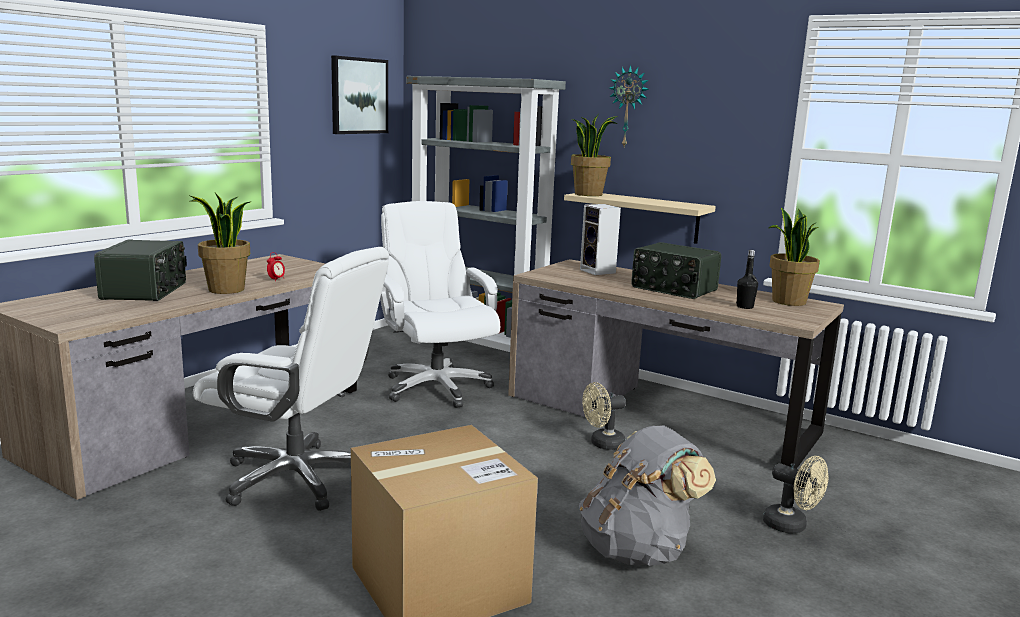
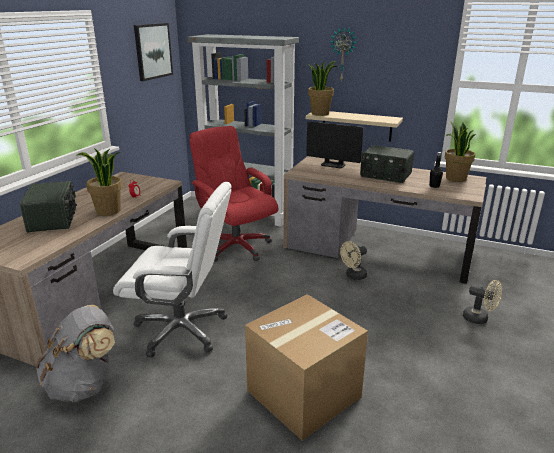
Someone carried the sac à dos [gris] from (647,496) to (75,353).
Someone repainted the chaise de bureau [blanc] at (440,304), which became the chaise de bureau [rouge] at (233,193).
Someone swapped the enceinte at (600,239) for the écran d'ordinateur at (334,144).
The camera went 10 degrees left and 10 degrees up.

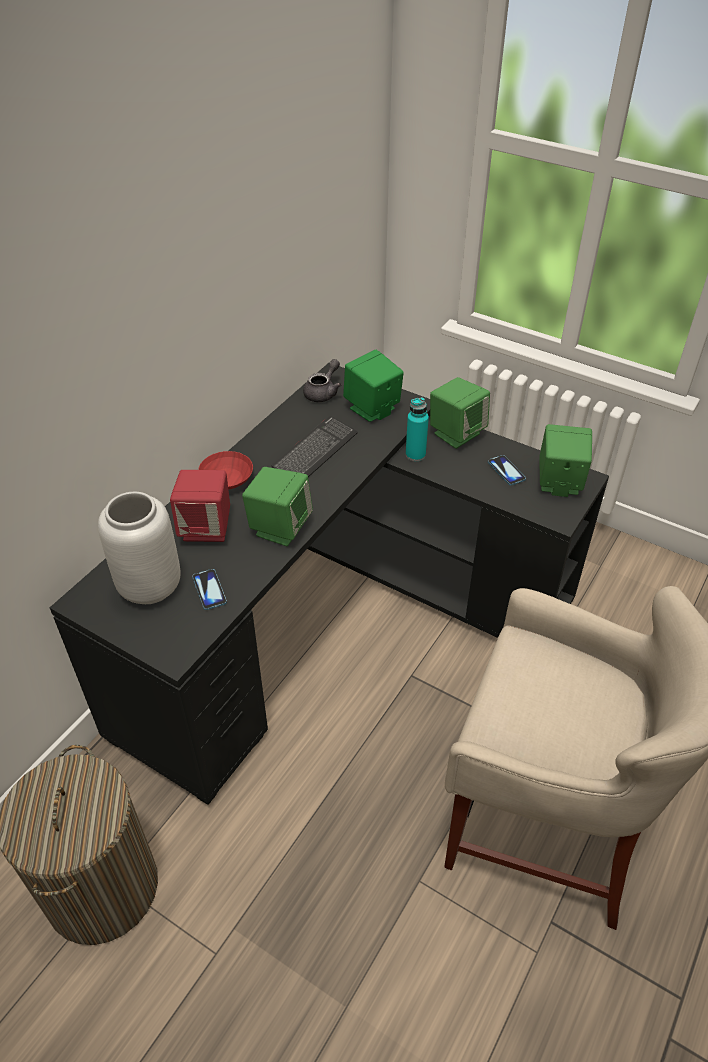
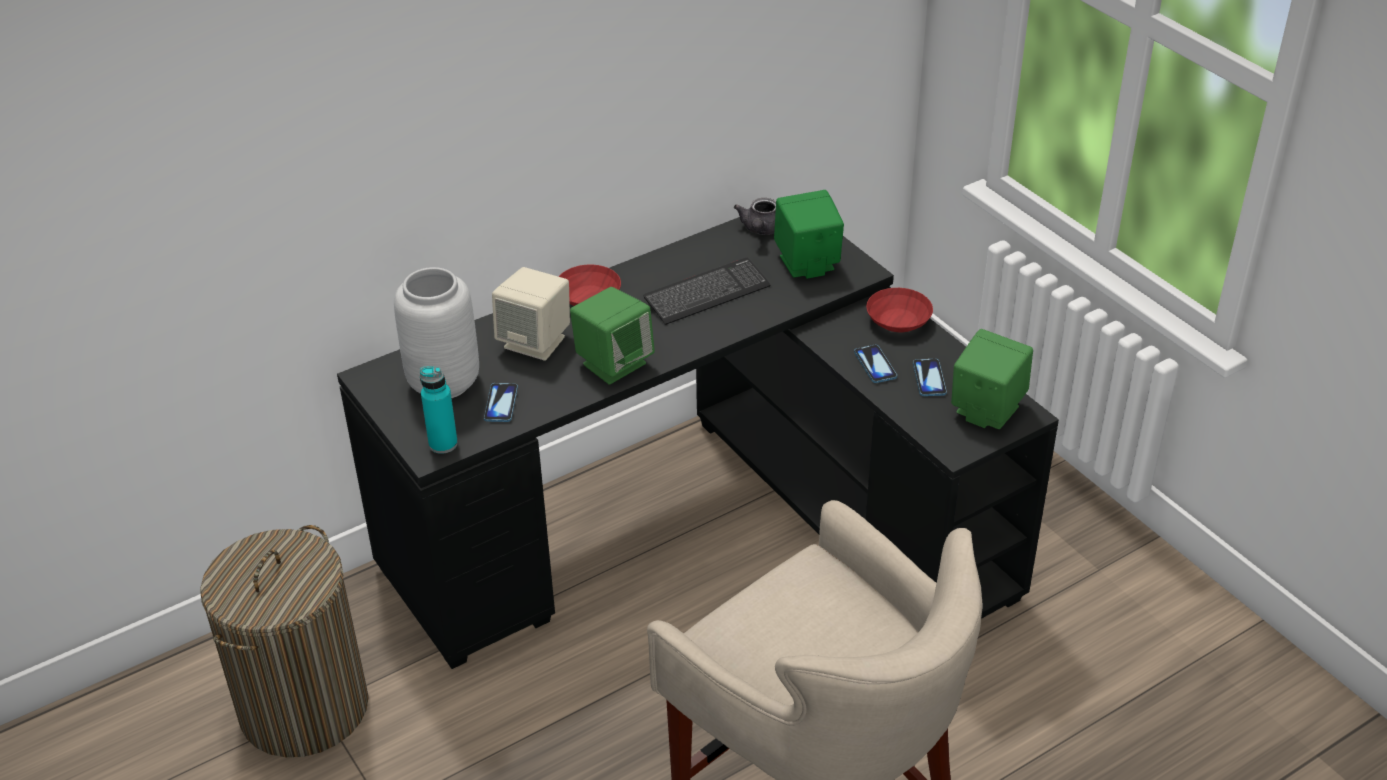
Someone carried the bouteille [turquoise] from (417,429) to (439,410).
Someone repainted the enceinte [rouge] at (200,506), which became the enceinte [beige] at (531,314).
Someone rotated the théière [gris] at (322,380) by 135 degrees clockwise.
Someone put down the téléphone at (875,364).
Someone swapped the enceinte [vert] at (460,413) for the bol [rouge] at (899,310).
The camera went 25 degrees right and 5 degrees down.

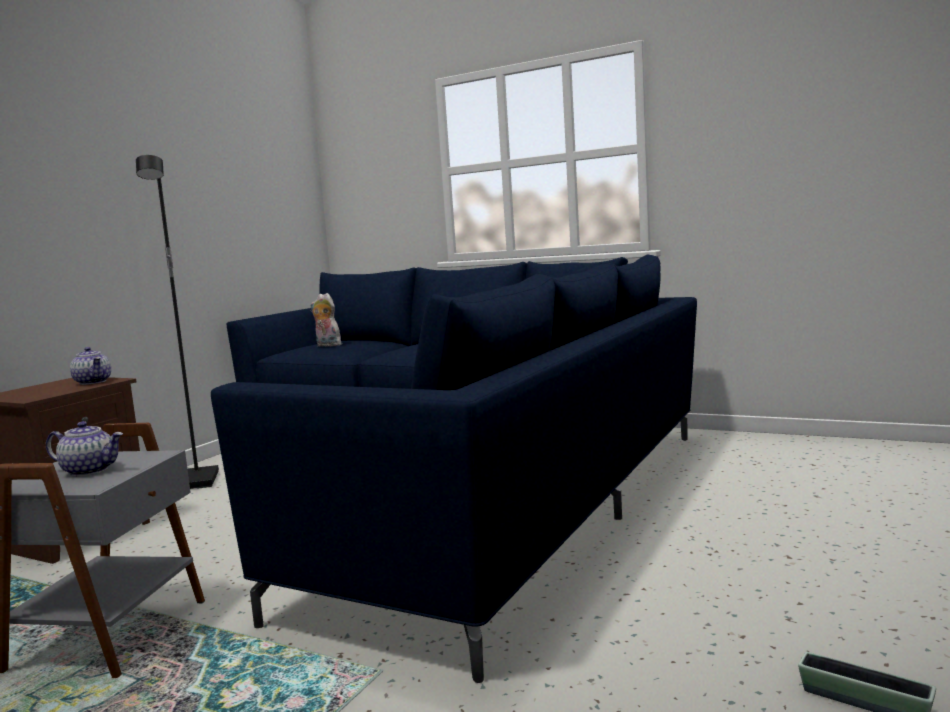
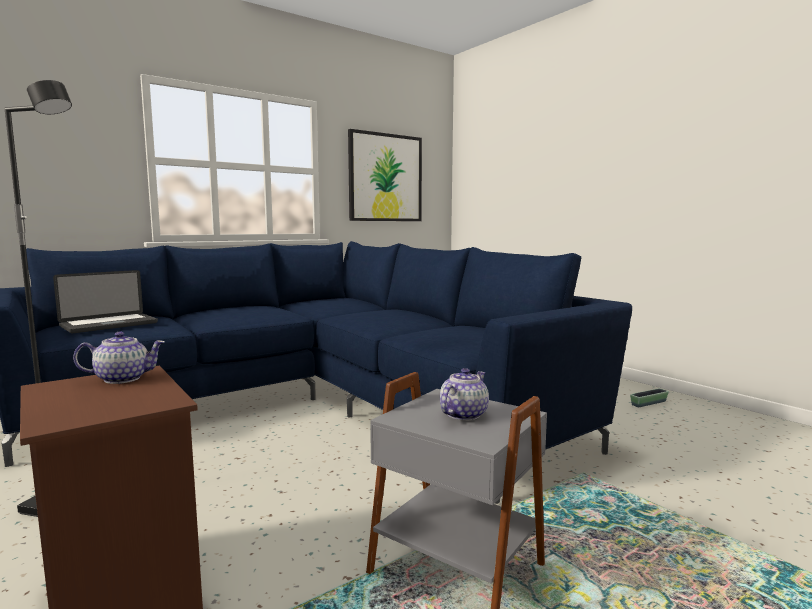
Someone swapped the peluche at (326,320) for the ordinateur portable at (105,301).
Someone put up the tableau at (385,175).
The camera went 65 degrees left and 0 degrees up.

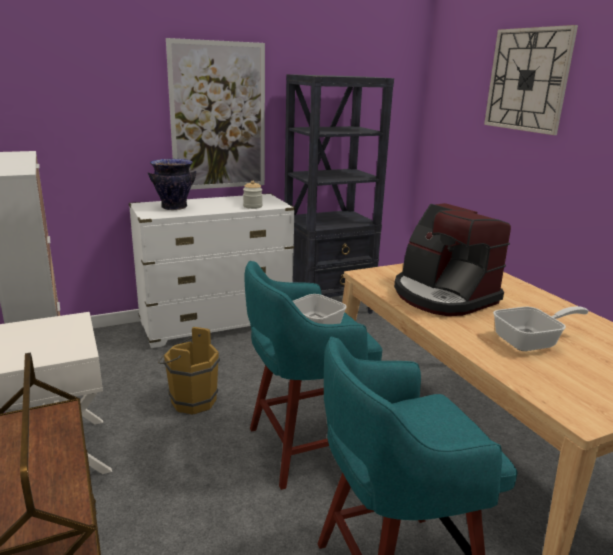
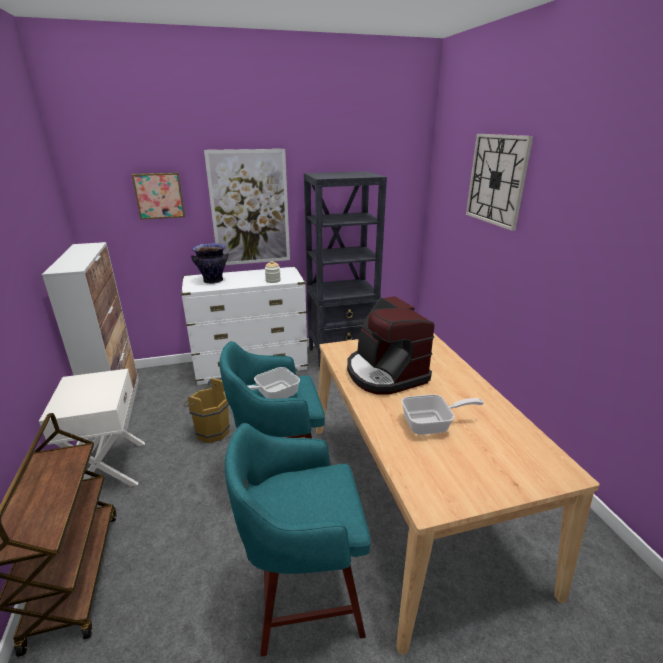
Someone put up the tableau at (158,196).
The camera went 10 degrees right and 5 degrees up.

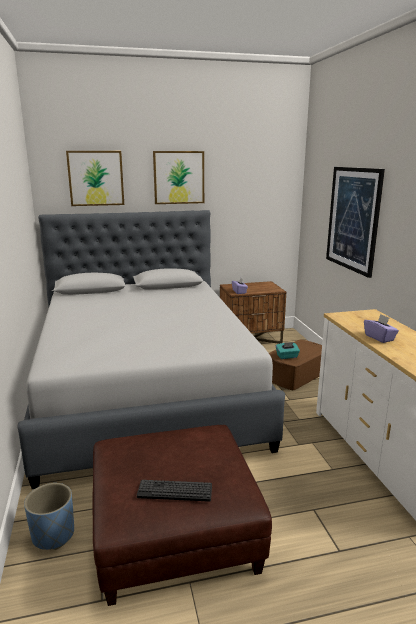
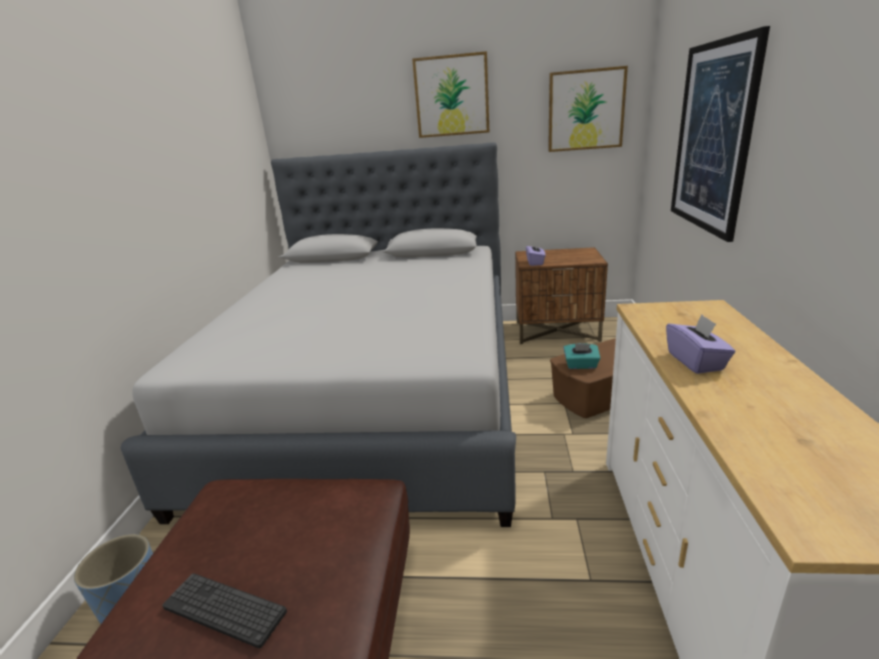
Someone carried the tableau from (95,178) to (588,109).
The camera went 20 degrees right and 5 degrees up.

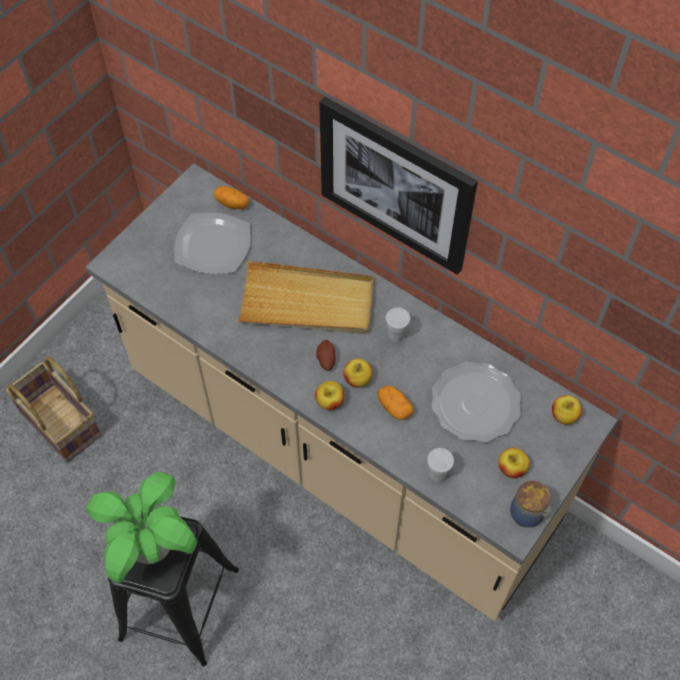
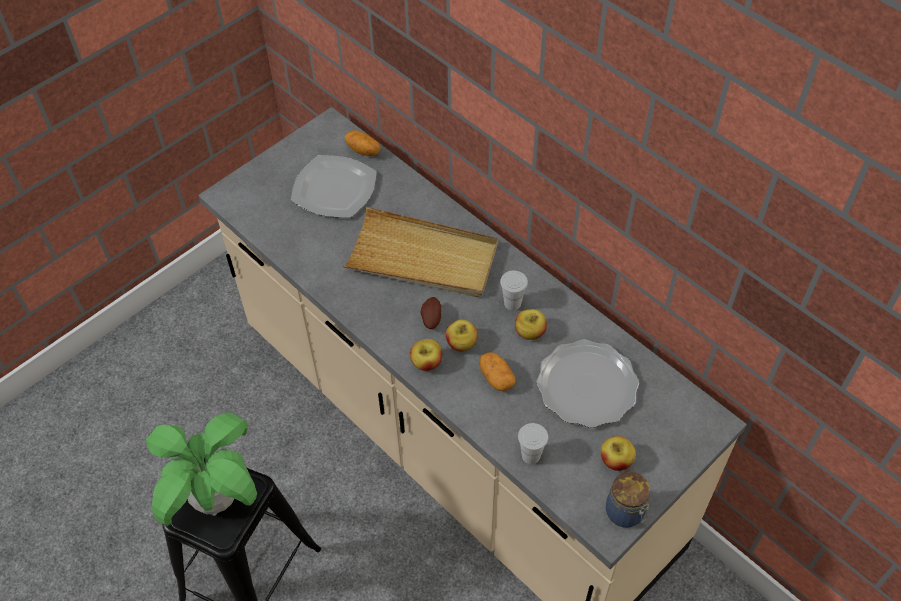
Someone carried the pomme from (567,409) to (531,324).
Someone took away the panier at (53,409).
Someone took away the tableau at (398,186).
The camera went 10 degrees right and 5 degrees down.

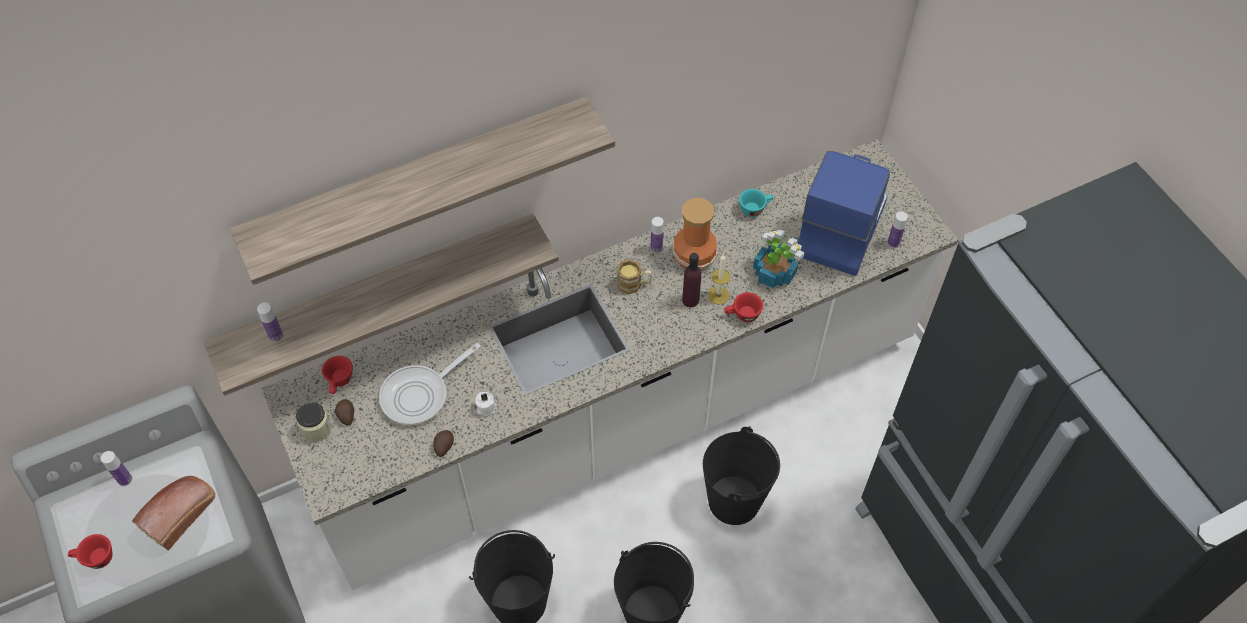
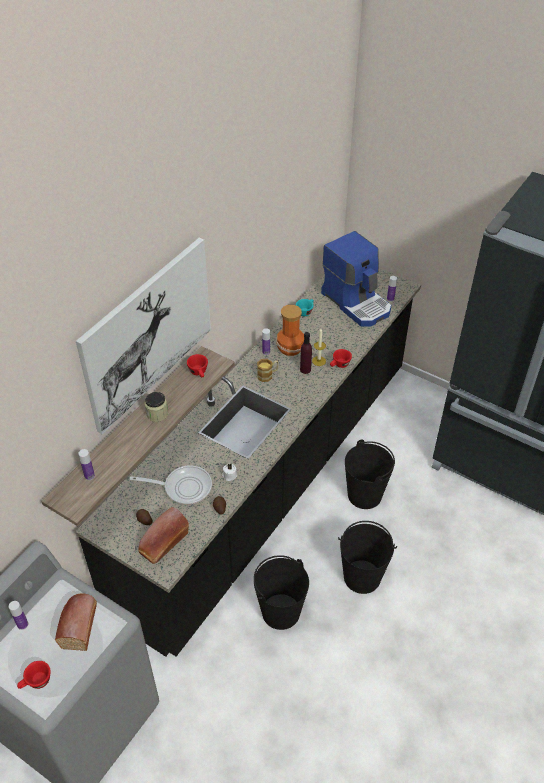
Someone repainted the comptoir de cuisine [blanc] at (609,365), which became the comptoir de cuisine [noir] at (248,463).
Someone swapped the étagère at (422,191) for the tableau at (143,336).
Someone rotated the poêle at (430,384) by 105 degrees counterclockwise.
Someone put down the pain at (163,535).
Someone carried the bocal from (314,422) to (156,407).
Someone carried the tasse [rouge] from (337,375) to (197,365).
Someone rotated the machine à café at (844,213) by 150 degrees clockwise.
Someone took away the plante en pot at (779,258).
The camera went 30 degrees left and 10 degrees down.

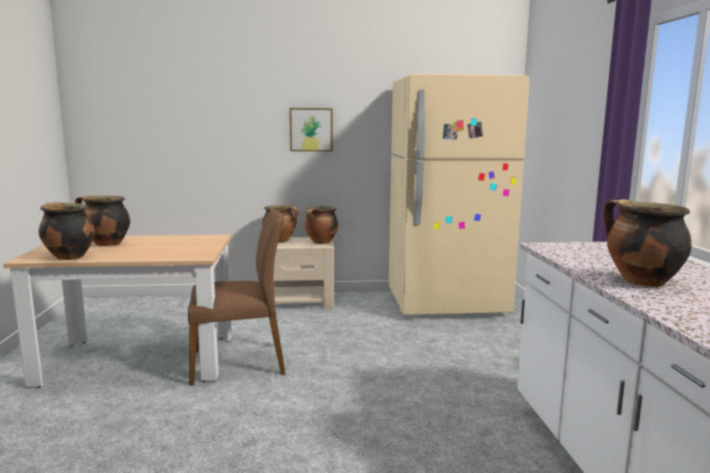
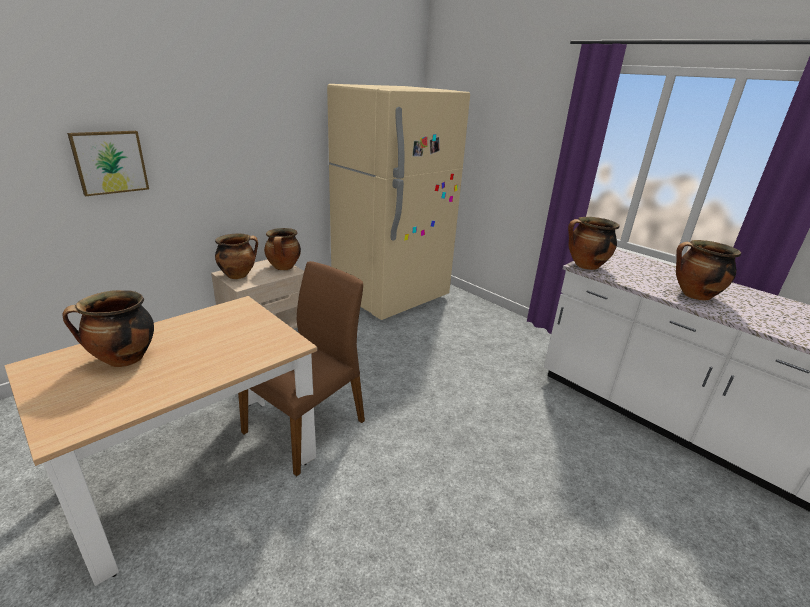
Someone carried the tableau from (311,129) to (108,163).
Someone carried the marmite from (67,231) to (593,243).
The camera went 40 degrees left and 15 degrees up.

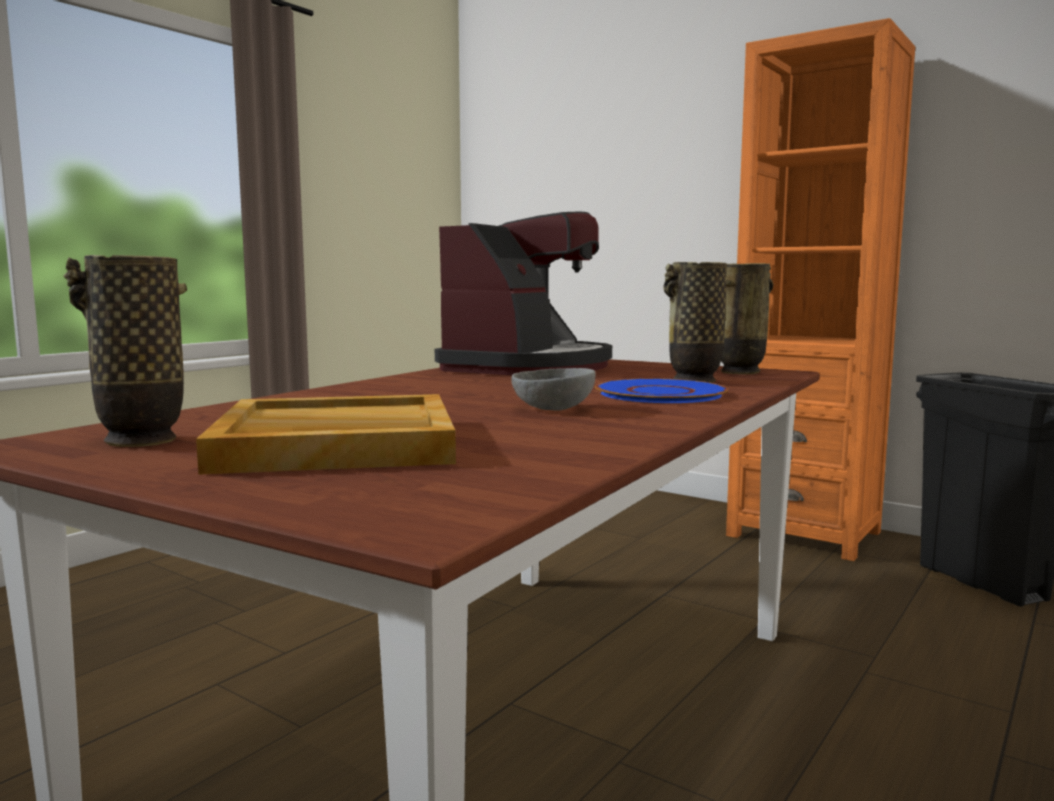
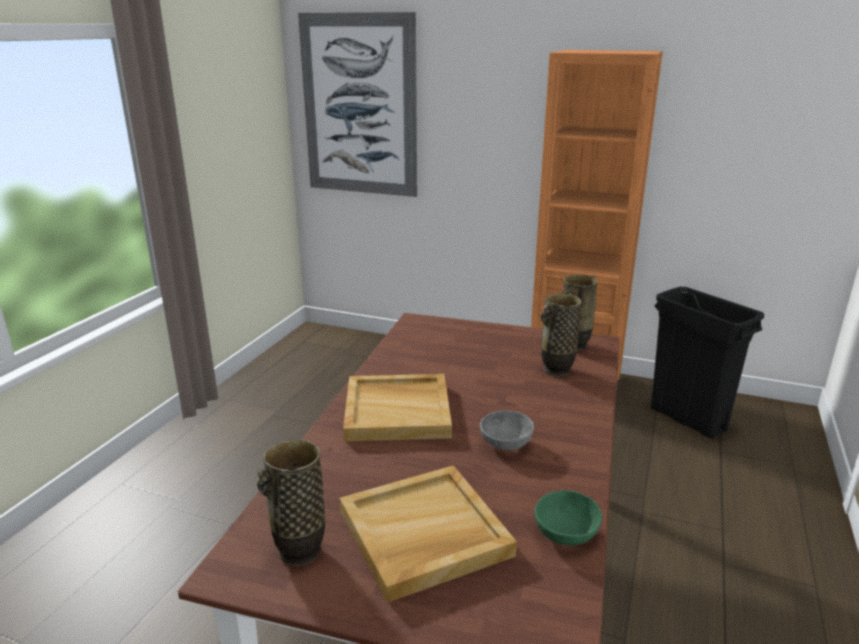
Someone put up the tableau at (357,104).
Someone put down the plateau [beige] at (397,408).
Someone put down the bol [vert] at (568,518).
Someone took away the machine à café at (523,293).
Someone took away the assiette [bleu] at (661,390).
The camera went 15 degrees left and 15 degrees up.

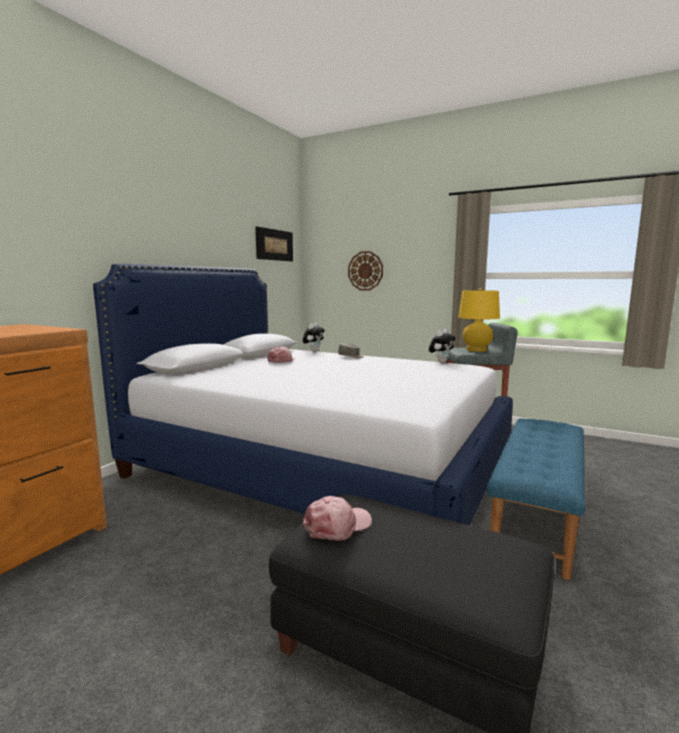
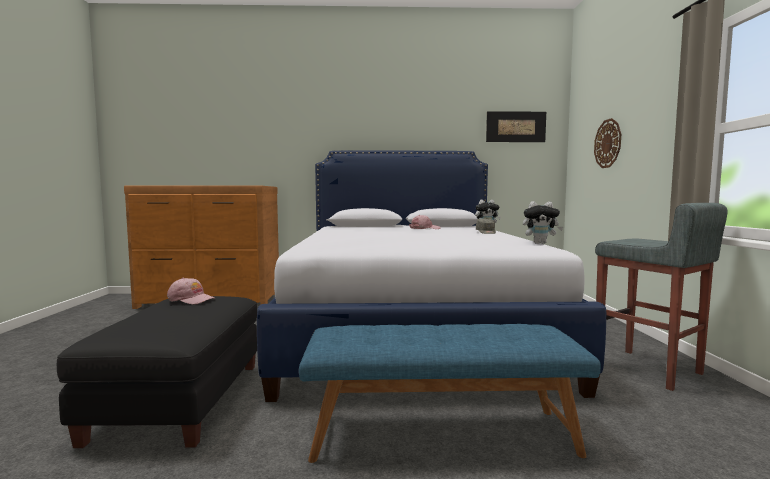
Someone took away the lampe de table [jaune] at (479,320).
The camera went 60 degrees right and 5 degrees down.

